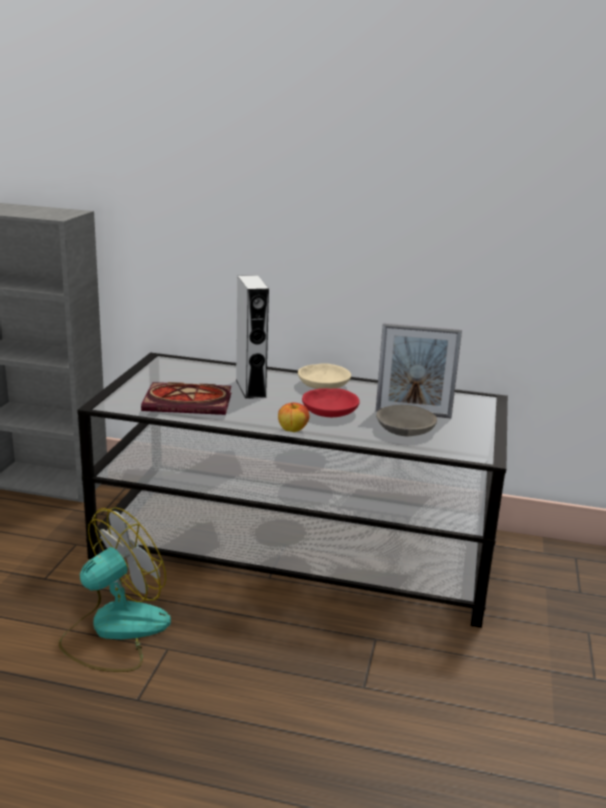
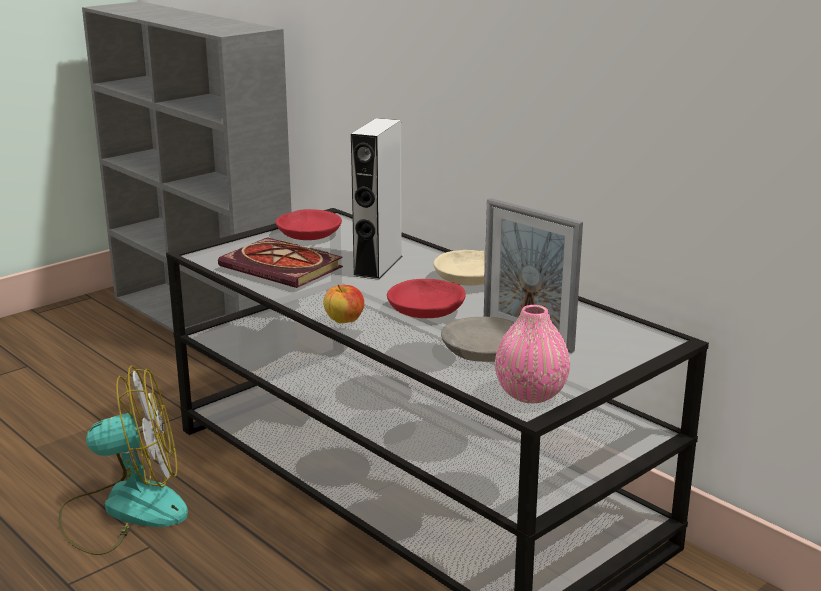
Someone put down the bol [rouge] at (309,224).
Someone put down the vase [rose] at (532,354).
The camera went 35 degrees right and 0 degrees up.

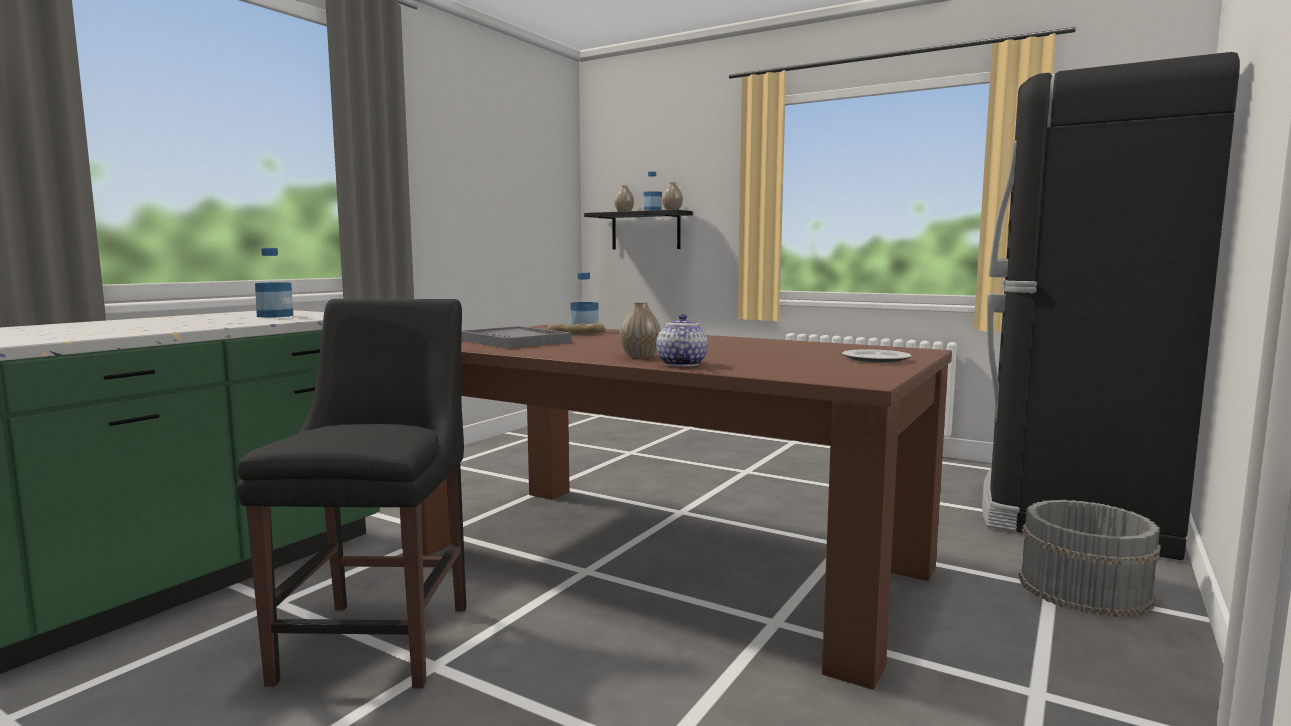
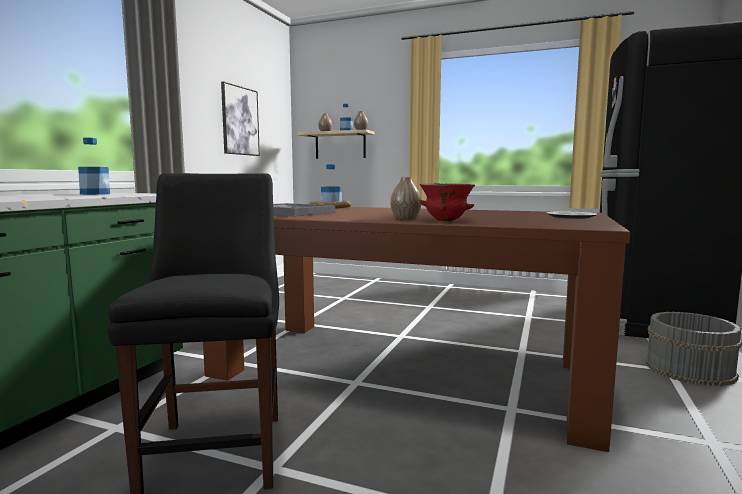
Someone put up the tableau at (240,118).
Someone repainted the étagère [noir] at (638,229), which became the étagère [beige] at (336,144).
Someone swapped the théière at (682,340) for the bol [rouge] at (447,202).
The camera went 10 degrees left and 0 degrees up.

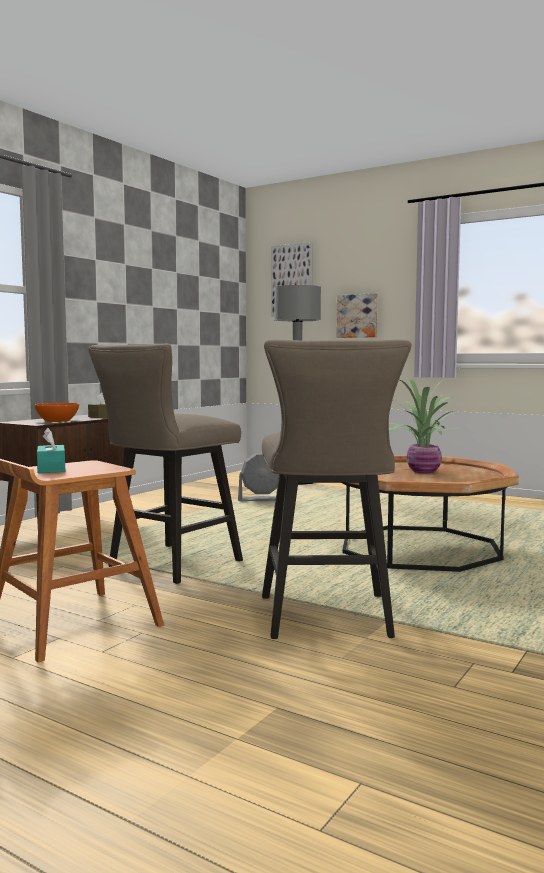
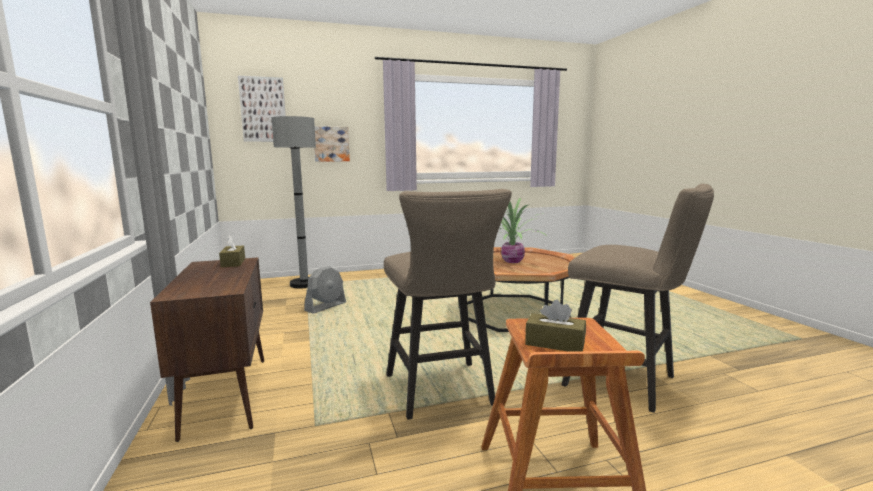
Someone repainted the boîte à mouchoirs [turquoise] at (51,450), which became the boîte à mouchoirs [marron] at (555,326).
Someone took away the bol [orange] at (57,412).
The camera went 50 degrees left and 5 degrees up.

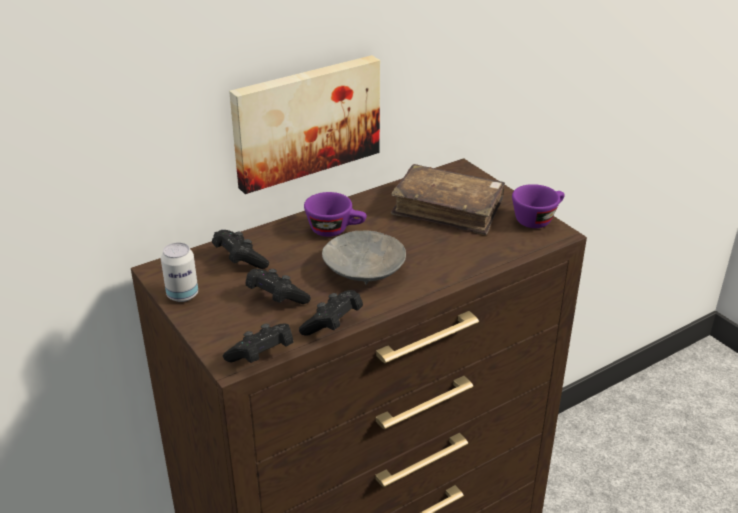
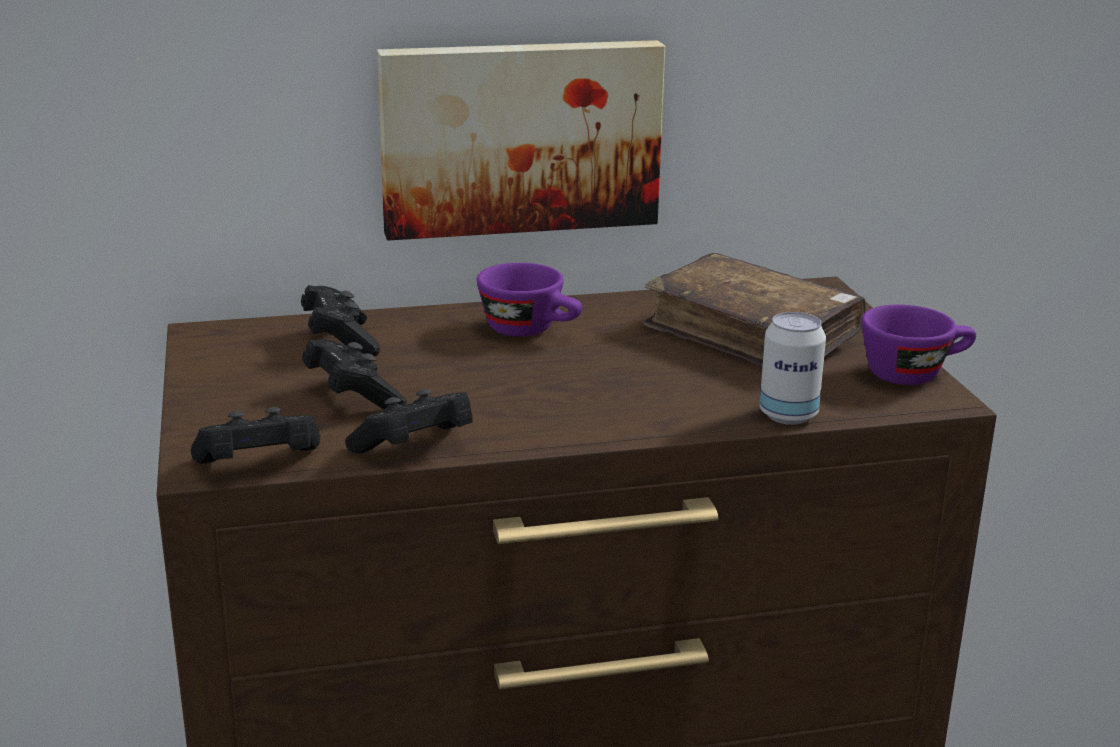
Someone carried the boîte métallique from (179,272) to (792,368).
Someone took away the bol [gris] at (364,257).
The camera went 20 degrees right and 10 degrees down.

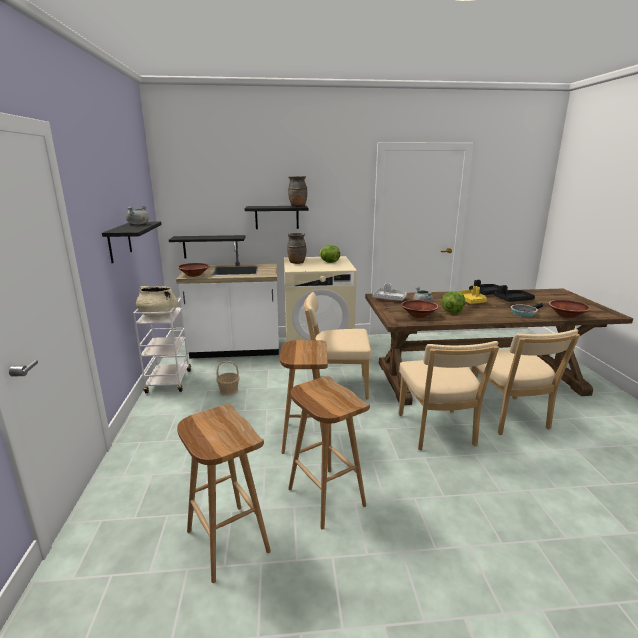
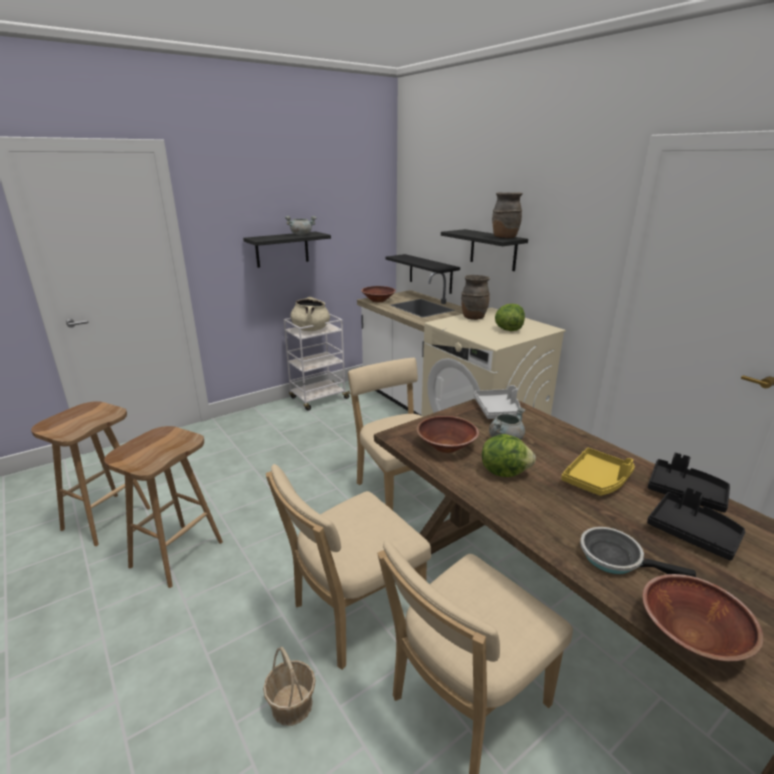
Someone carried the panier from (228,378) to (289,686).
Someone took away the tabouret [marron] at (304,397).
The camera went 60 degrees right and 5 degrees up.

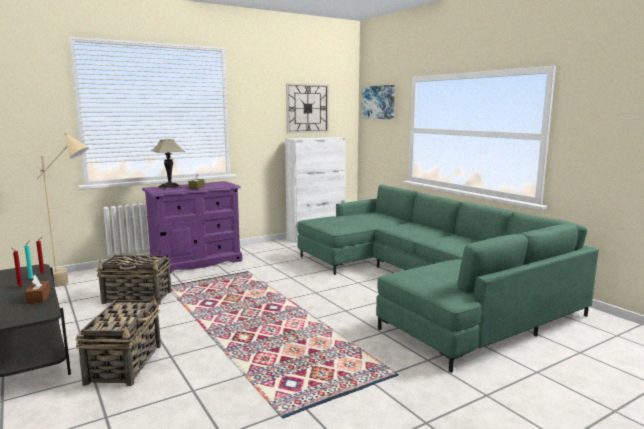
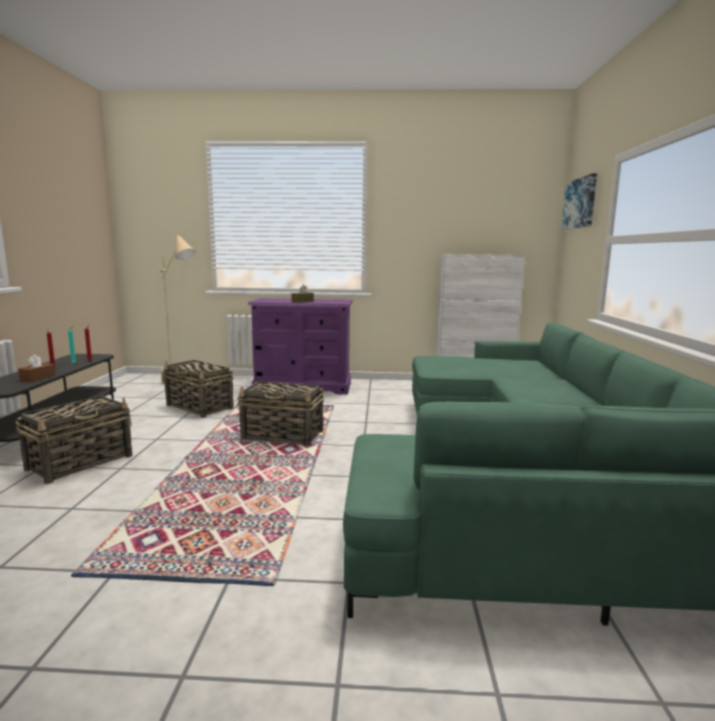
Someone put down the panier at (280,413).
Someone took away the lampe de table at (168,164).
Someone took away the horloge murale at (307,108).
The camera went 35 degrees right and 0 degrees up.

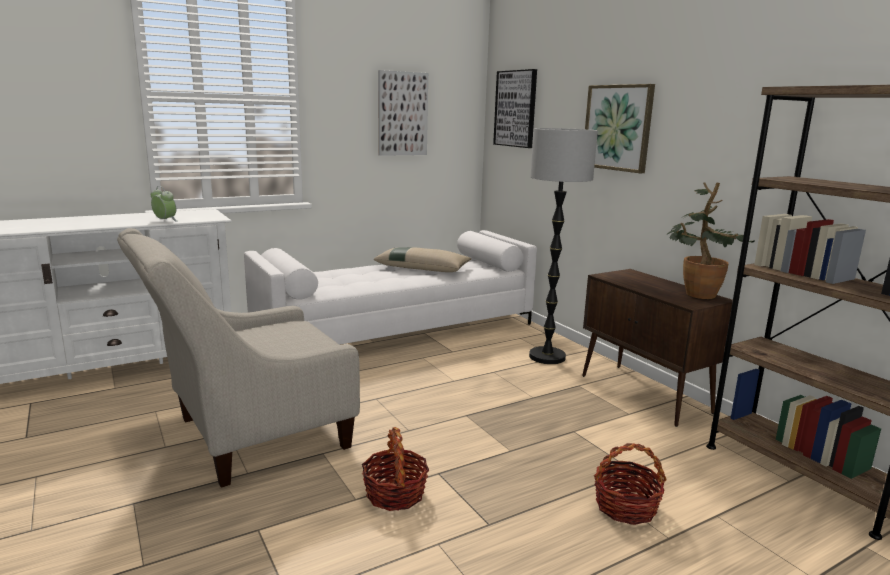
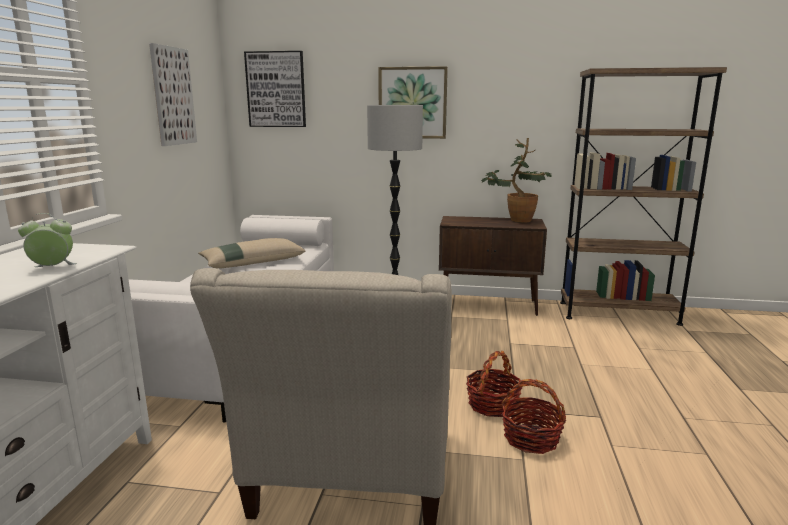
Someone carried the panier from (630,484) to (494,384).
The camera went 50 degrees left and 0 degrees up.

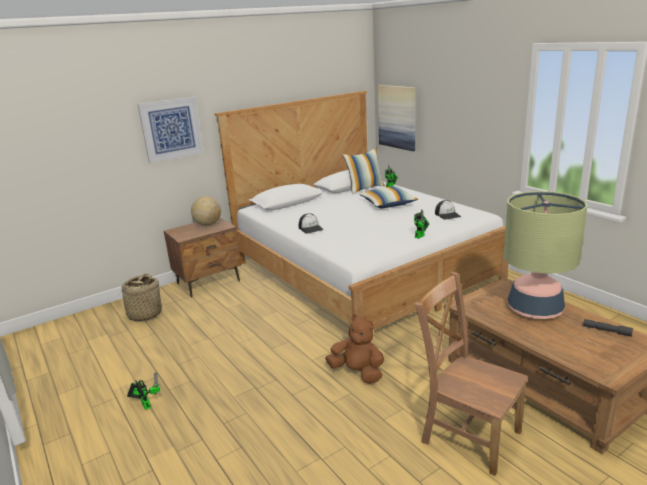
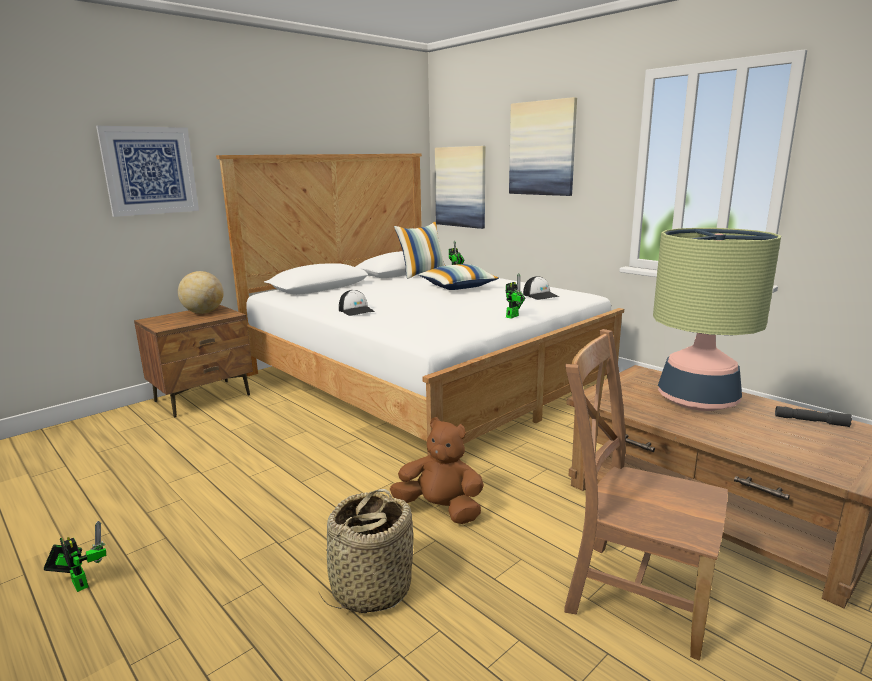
Someone carried the panier from (140,297) to (366,551).
Someone put up the tableau at (543,146).
The camera went 10 degrees left and 5 degrees down.

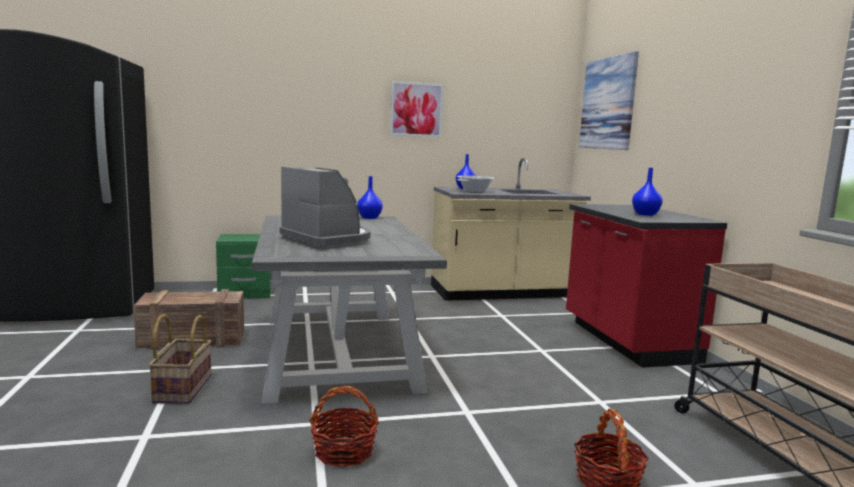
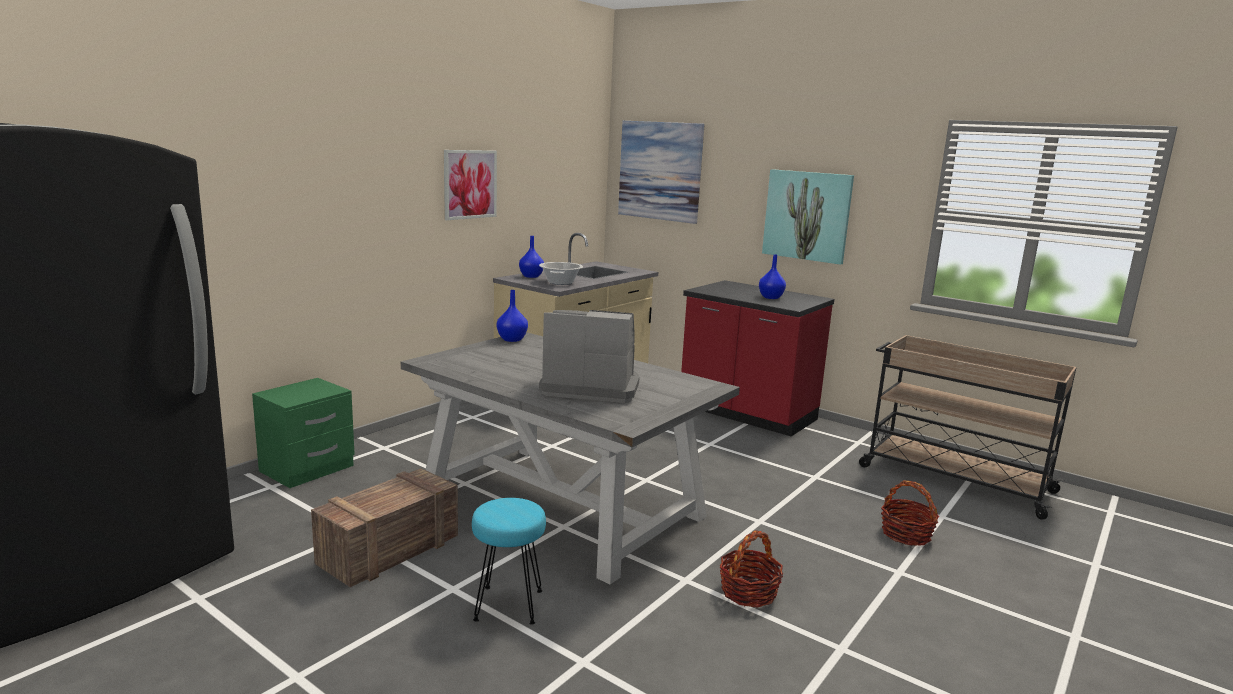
Someone swapped the panier at (180,359) for the tabouret [turquoise] at (509,561).
Someone put up the tableau at (808,217).
The camera went 40 degrees left and 5 degrees up.

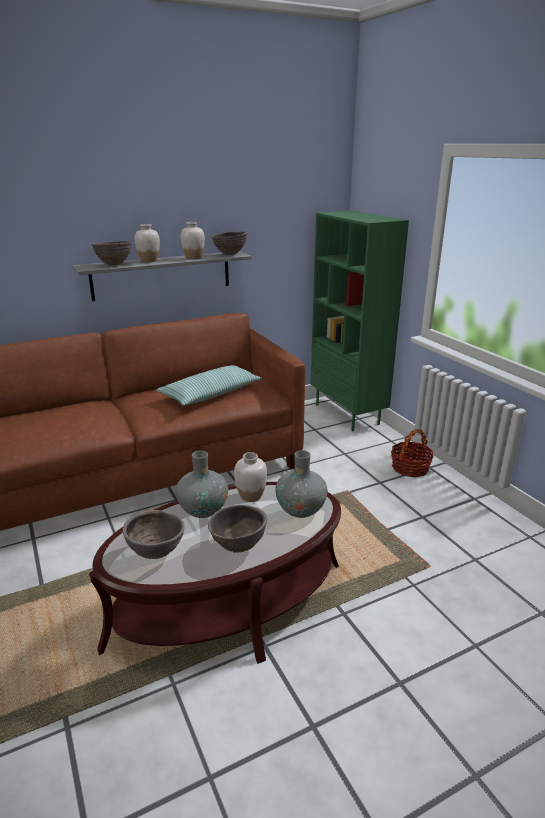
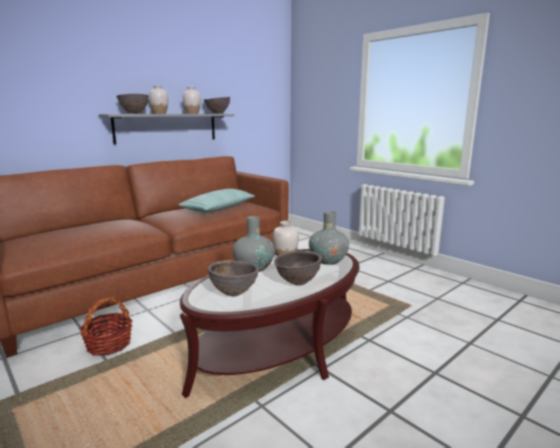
Someone carried the panier from (412,453) to (106,326).
Someone took away the bibliothèque [vert] at (360,321).
The camera went 15 degrees left and 10 degrees down.

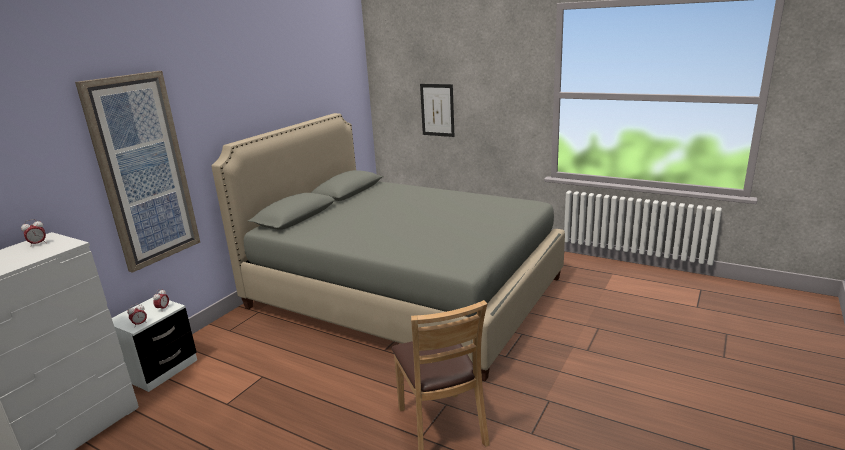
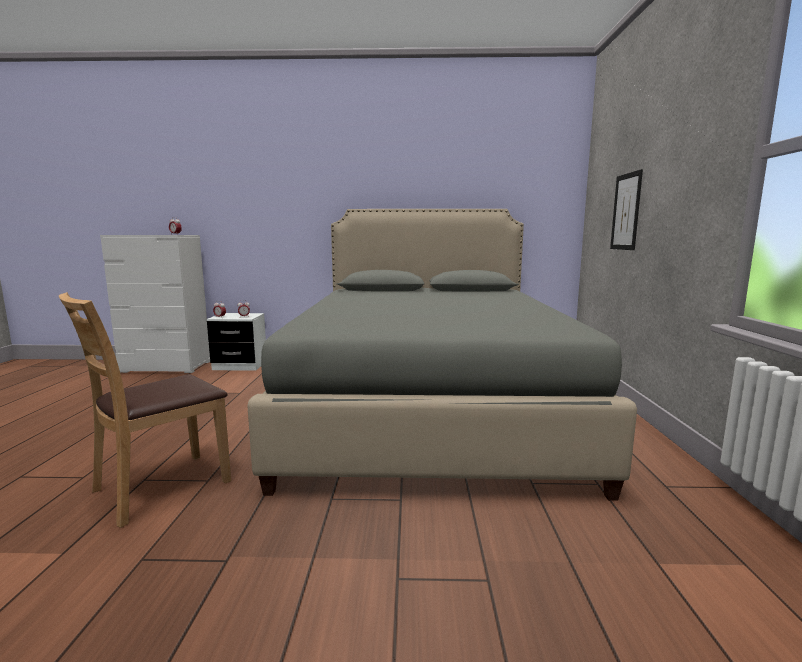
Someone took away the tableau at (137,172).
The camera went 60 degrees right and 10 degrees down.

